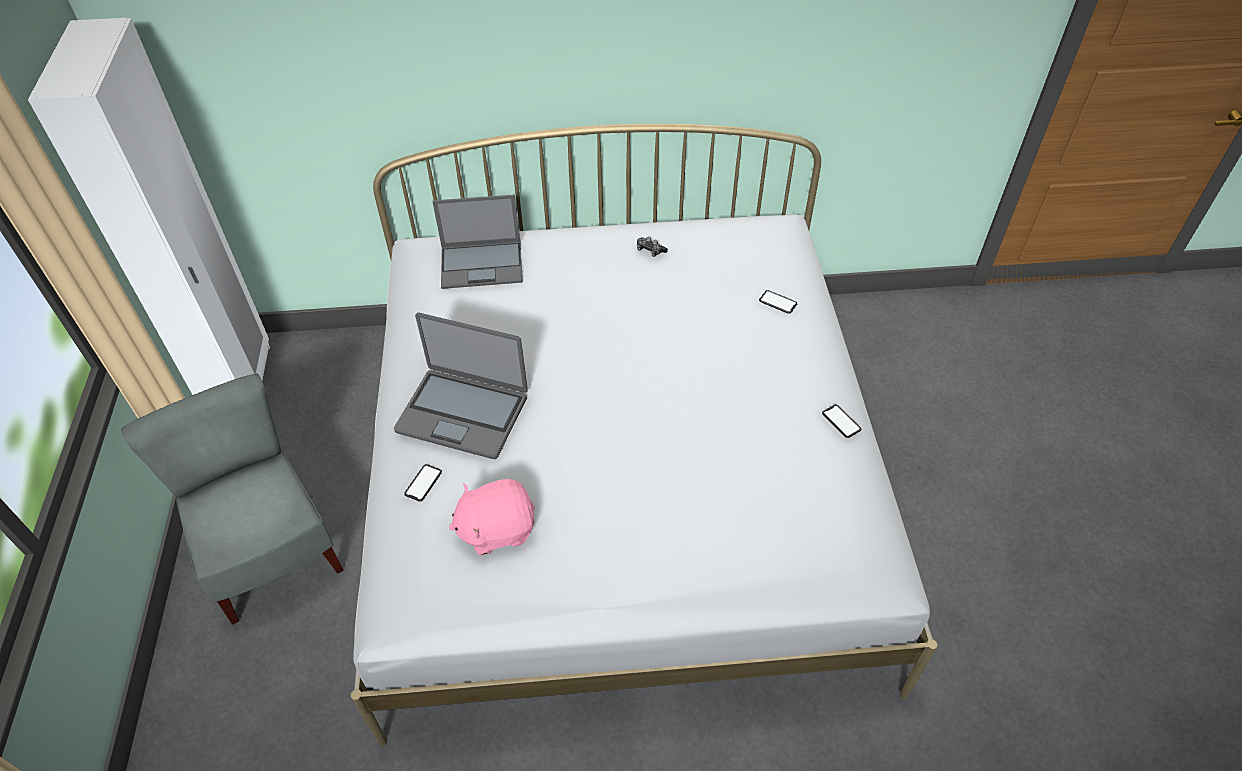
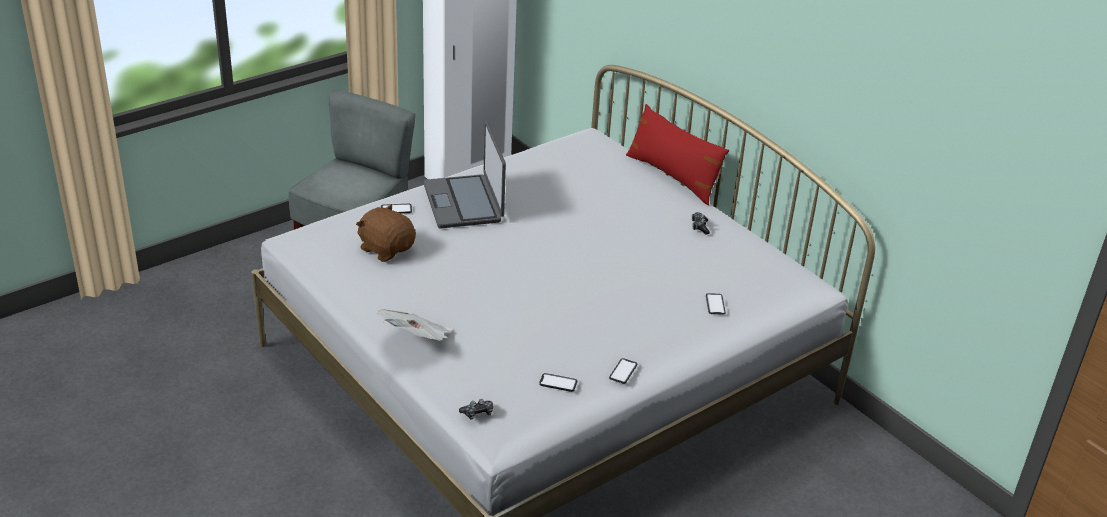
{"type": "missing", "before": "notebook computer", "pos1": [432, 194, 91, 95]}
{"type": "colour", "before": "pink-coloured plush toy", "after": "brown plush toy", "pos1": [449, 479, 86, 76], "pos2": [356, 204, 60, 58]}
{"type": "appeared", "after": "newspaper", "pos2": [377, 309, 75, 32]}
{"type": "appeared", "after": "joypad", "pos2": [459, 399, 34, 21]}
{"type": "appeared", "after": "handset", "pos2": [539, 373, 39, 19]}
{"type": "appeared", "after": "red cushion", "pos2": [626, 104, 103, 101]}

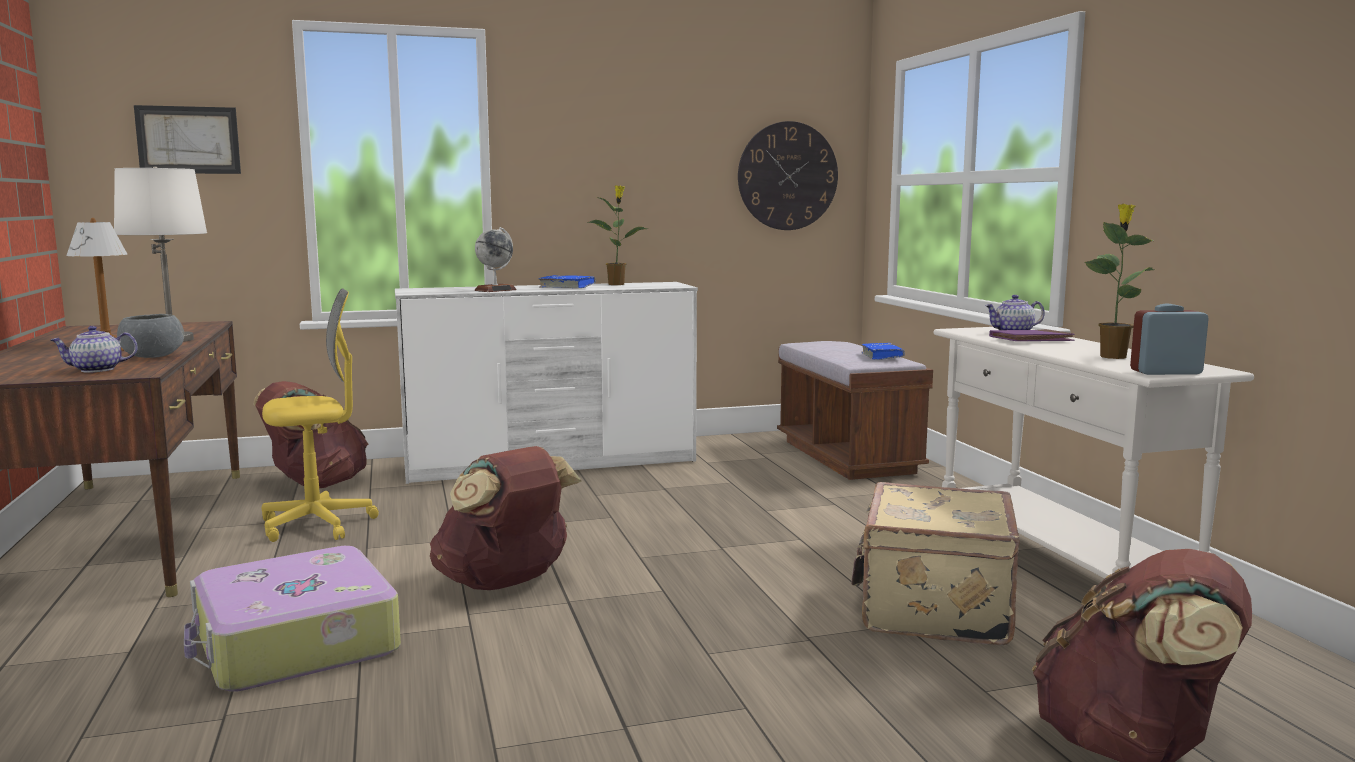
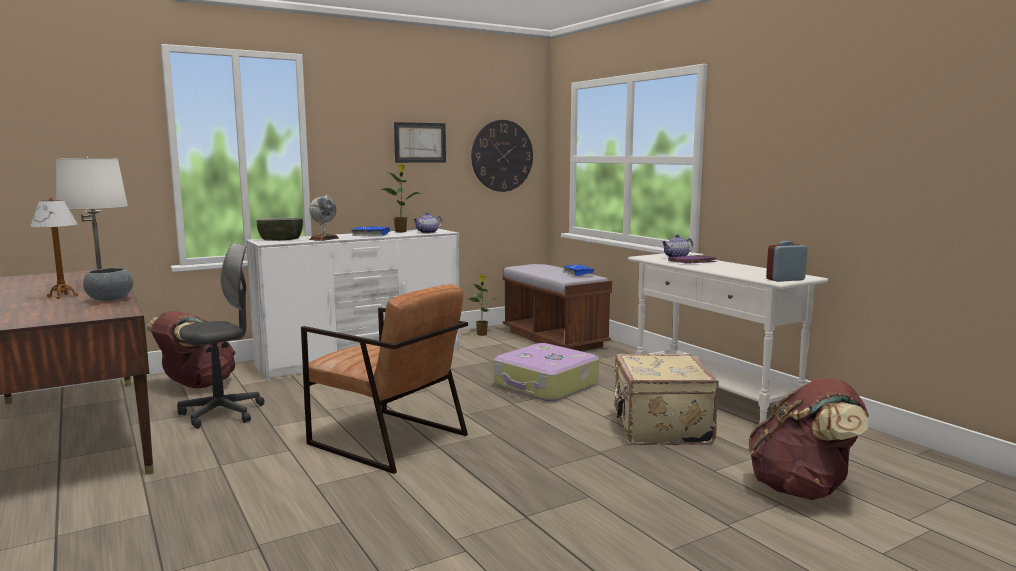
{"type": "relocated", "before": "tea pot", "pos1": [50, 326, 88, 47], "pos2": [413, 212, 29, 21]}
{"type": "relocated", "before": "wall picture", "pos1": [134, 105, 107, 69], "pos2": [394, 122, 52, 41]}
{"type": "relocated", "before": "piece of luggage", "pos1": [184, 546, 217, 146], "pos2": [494, 343, 105, 59]}
{"type": "colour", "before": "yellow office chair", "after": "greyish office chair", "pos1": [262, 288, 117, 254], "pos2": [177, 243, 88, 186]}
{"type": "exchanged", "before": "brown rucksack", "after": "brown easy chair", "pos1": [430, 446, 151, 144], "pos2": [301, 284, 167, 190]}
{"type": "relocated", "before": "potted plant", "pos1": [1085, 204, 70, 155], "pos2": [469, 275, 28, 61]}
{"type": "appeared", "after": "bowl", "pos2": [257, 218, 46, 23]}

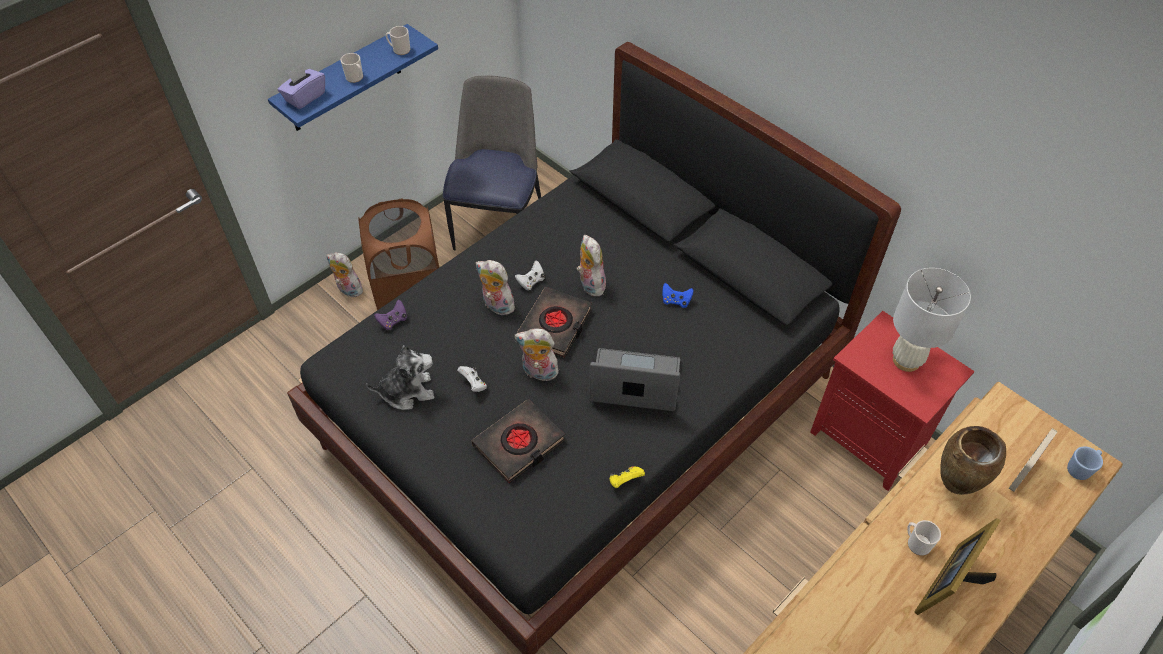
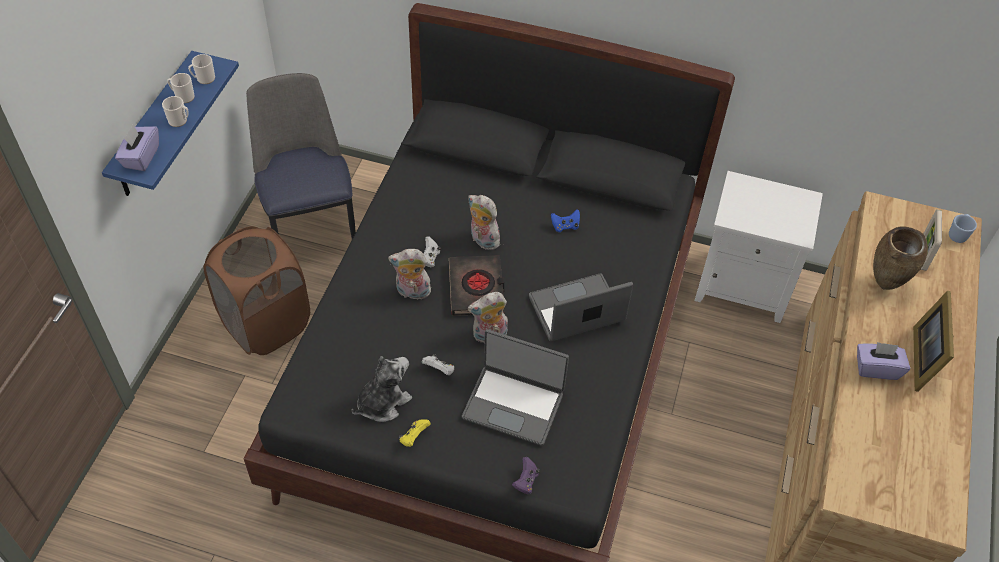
{"type": "missing", "before": "plush toy", "pos1": [326, 252, 37, 45]}
{"type": "relocated", "before": "purple-coloured joypad", "pos1": [374, 300, 33, 30], "pos2": [512, 457, 28, 37]}
{"type": "exchanged", "before": "black-coloured book", "after": "notebook computer", "pos1": [472, 399, 94, 84], "pos2": [462, 329, 107, 117]}
{"type": "relocated", "before": "yellow joypad", "pos1": [609, 466, 36, 22], "pos2": [399, 419, 32, 28]}
{"type": "colour", "before": "red nightstand", "after": "white nightstand", "pos1": [810, 311, 165, 180], "pos2": [695, 171, 128, 152]}
{"type": "missing", "before": "white tabletop lamp", "pos1": [892, 268, 79, 104]}
{"type": "relocated", "before": "mug", "pos1": [907, 520, 34, 36], "pos2": [167, 73, 28, 30]}
{"type": "appeared", "after": "purple-coloured tissue holder", "pos2": [857, 342, 53, 38]}

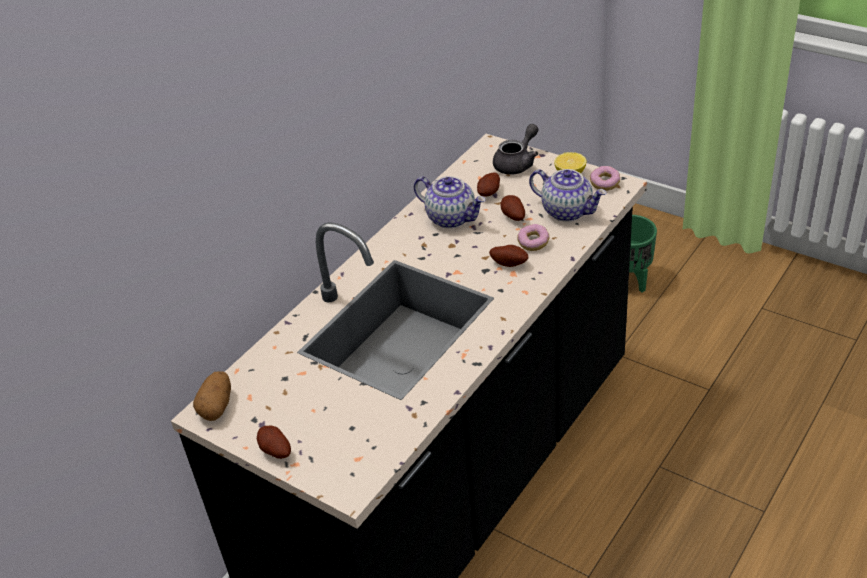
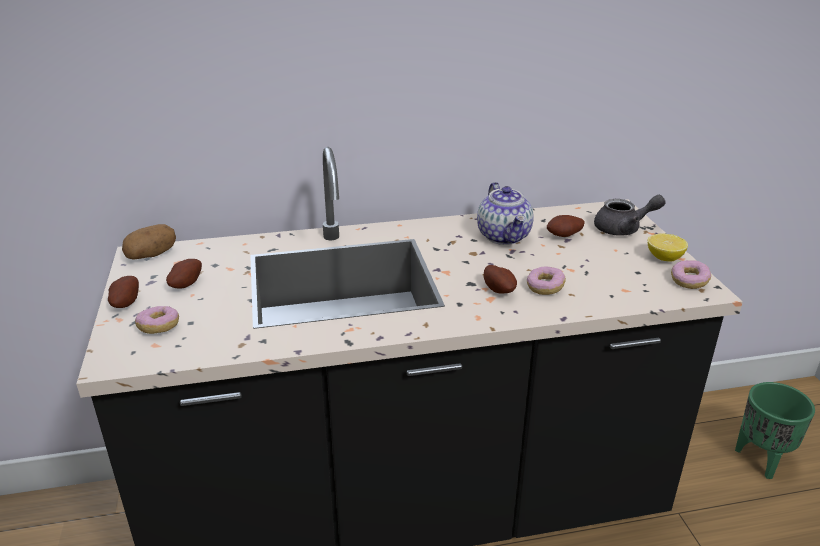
{"type": "relocated", "before": "spud", "pos1": [501, 195, 24, 26], "pos2": [166, 259, 36, 30]}
{"type": "missing", "before": "tea pot", "pos1": [529, 169, 77, 53]}
{"type": "appeared", "after": "ring doughnut", "pos2": [135, 306, 44, 28]}

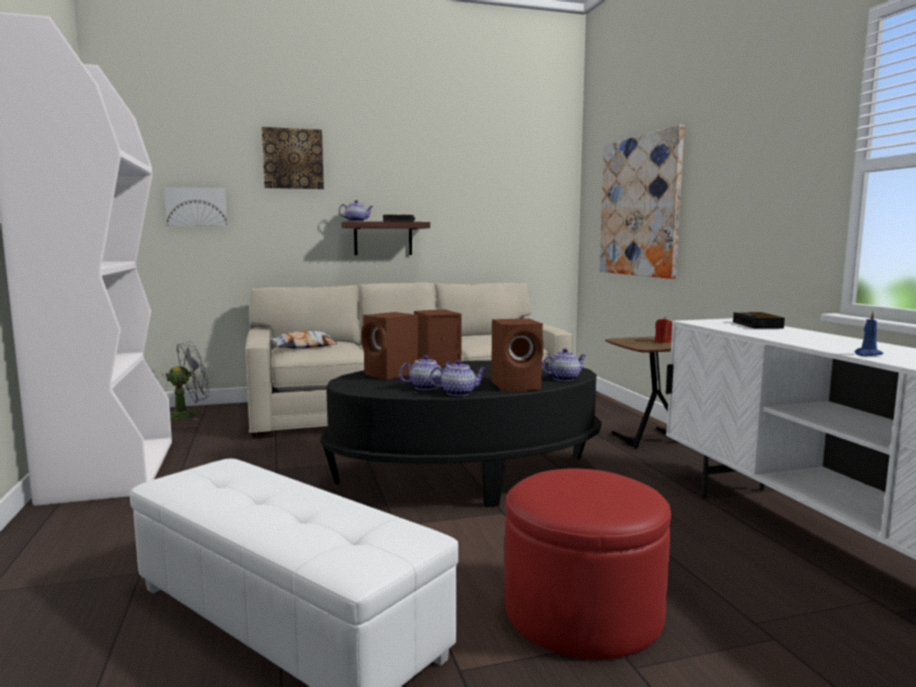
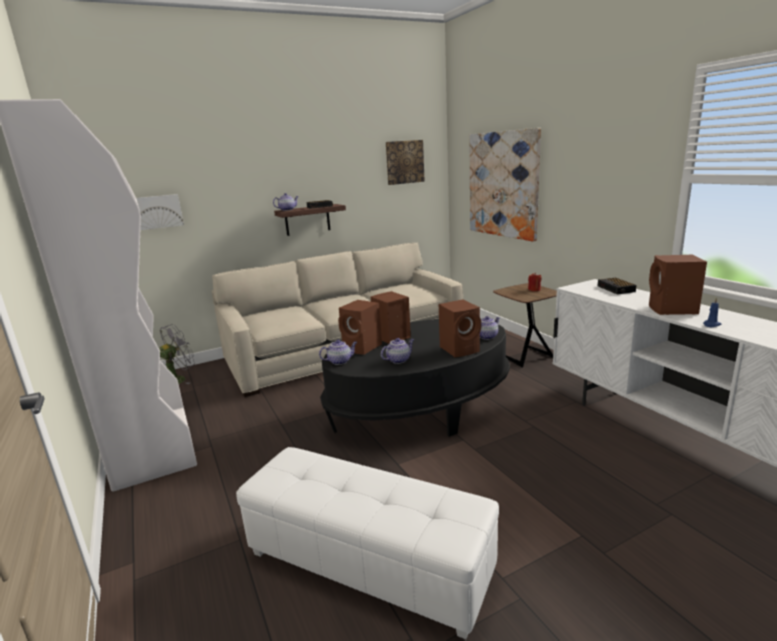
{"type": "relocated", "before": "wall picture", "pos1": [262, 127, 62, 62], "pos2": [386, 140, 39, 45]}
{"type": "missing", "before": "cushion", "pos1": [271, 331, 66, 18]}
{"type": "relocated", "before": "tea pot", "pos1": [430, 360, 56, 36], "pos2": [319, 340, 38, 25]}
{"type": "missing", "before": "red ottoman", "pos1": [505, 469, 166, 191]}
{"type": "appeared", "after": "brown speaker", "pos2": [649, 255, 58, 60]}

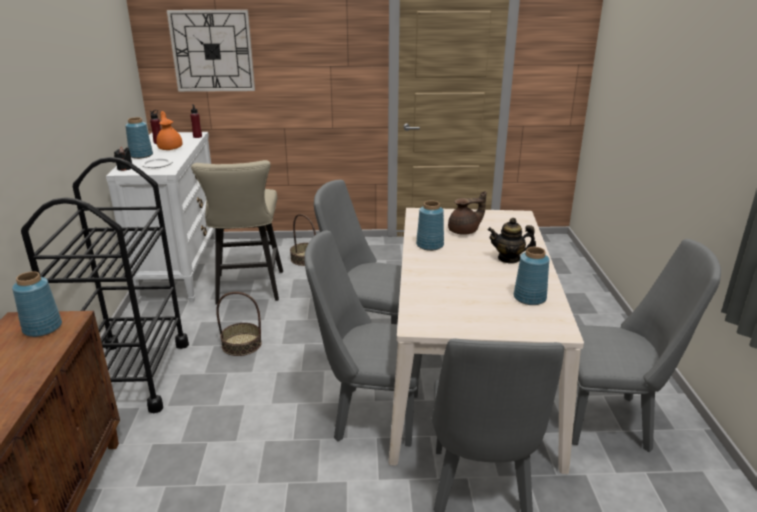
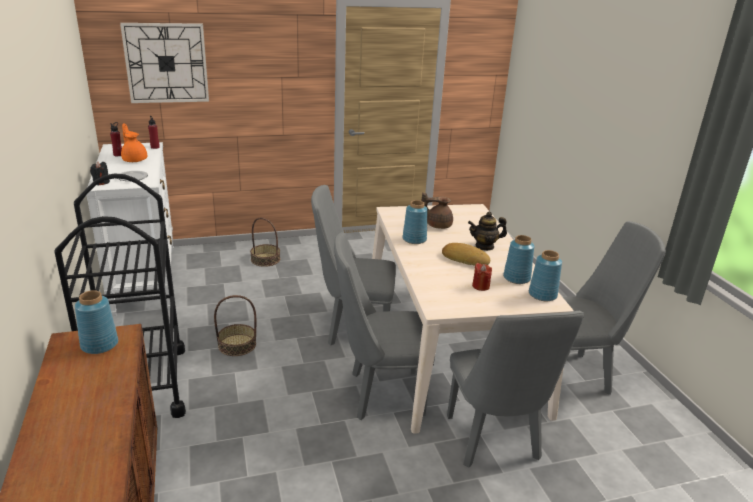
{"type": "relocated", "before": "blue flower vase", "pos1": [125, 117, 28, 42], "pos2": [529, 250, 33, 51]}
{"type": "missing", "before": "beige-coloured stool", "pos1": [191, 160, 92, 144]}
{"type": "spun", "before": "brown tea pot", "pos1": [448, 191, 38, 44], "pos2": [421, 192, 32, 37], "turn": -150}
{"type": "appeared", "after": "baked bread", "pos2": [442, 243, 48, 23]}
{"type": "appeared", "after": "red wax candle", "pos2": [472, 263, 20, 28]}

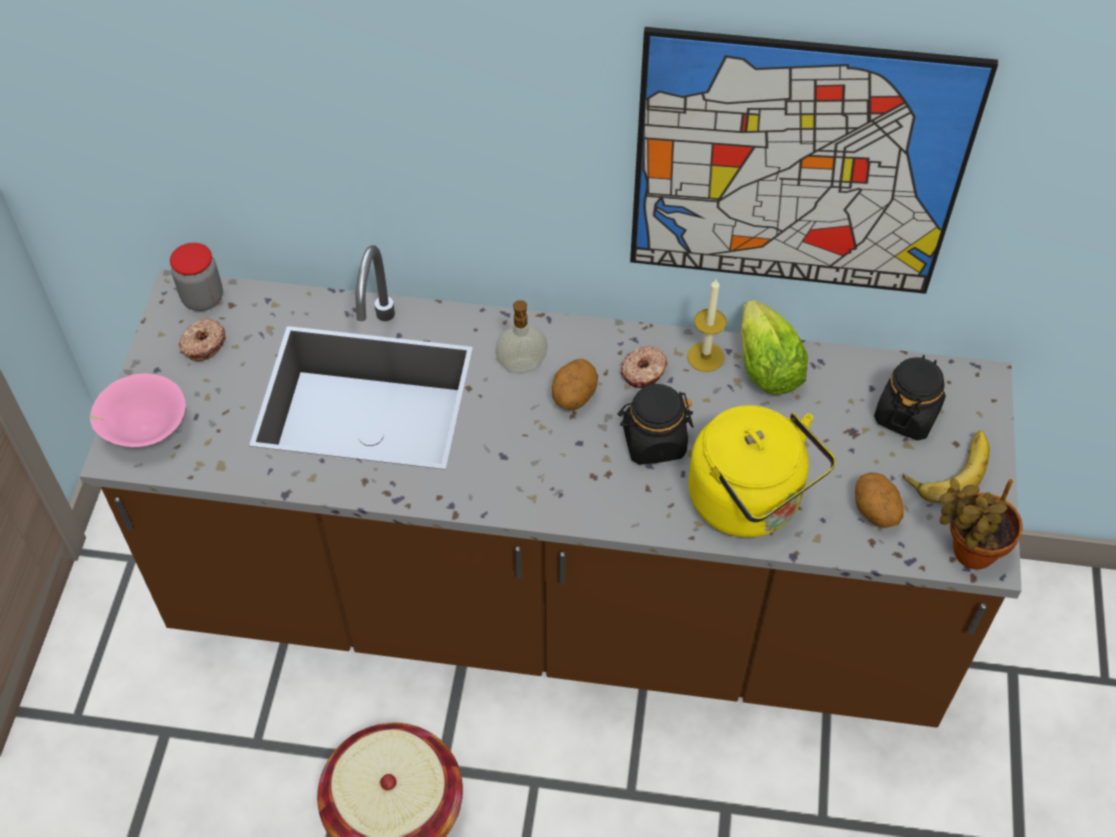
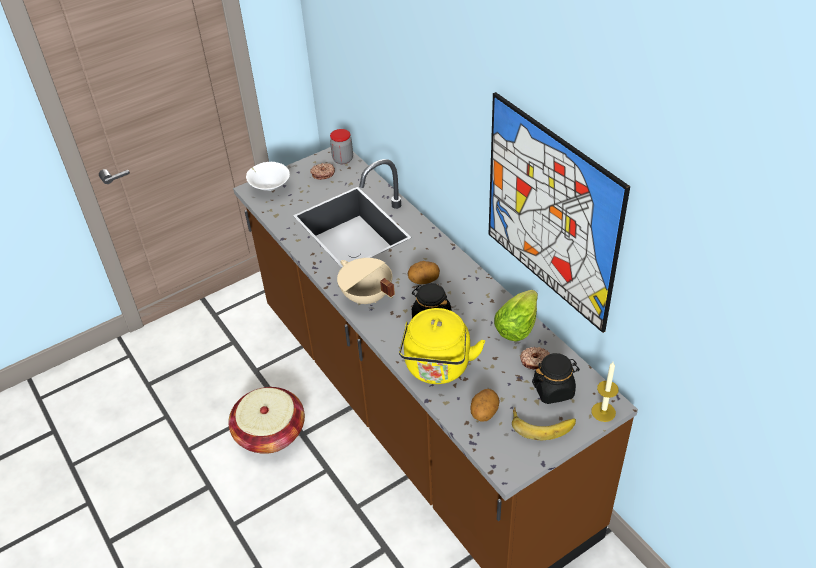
{"type": "colour", "before": "pink-coloured bowl", "after": "white bowl", "pos1": [90, 373, 96, 74], "pos2": [246, 162, 44, 29]}
{"type": "missing", "before": "soap bottle", "pos1": [495, 300, 53, 73]}
{"type": "relocated", "before": "ring doughnut", "pos1": [620, 346, 48, 42], "pos2": [520, 347, 29, 23]}
{"type": "relocated", "before": "wax candle", "pos1": [687, 279, 40, 93], "pos2": [591, 362, 28, 60]}
{"type": "missing", "before": "potted plant", "pos1": [939, 478, 84, 92]}
{"type": "appeared", "after": "beige-coloured saucepot", "pos2": [337, 258, 58, 46]}

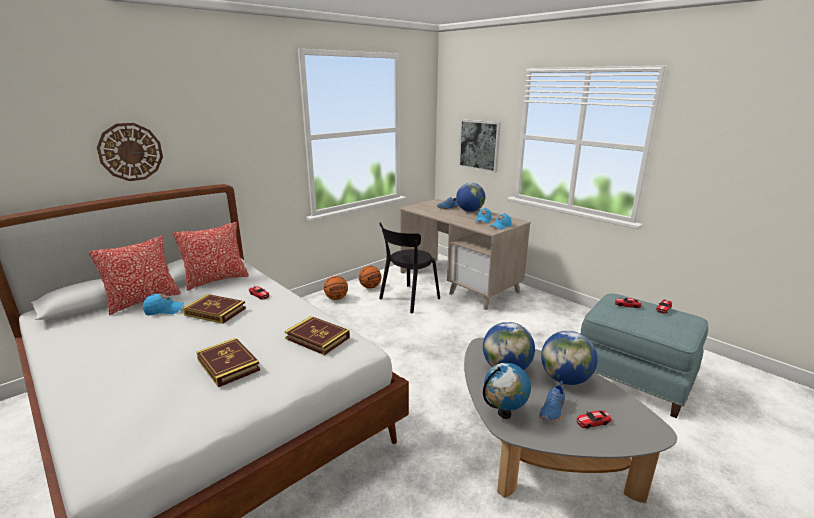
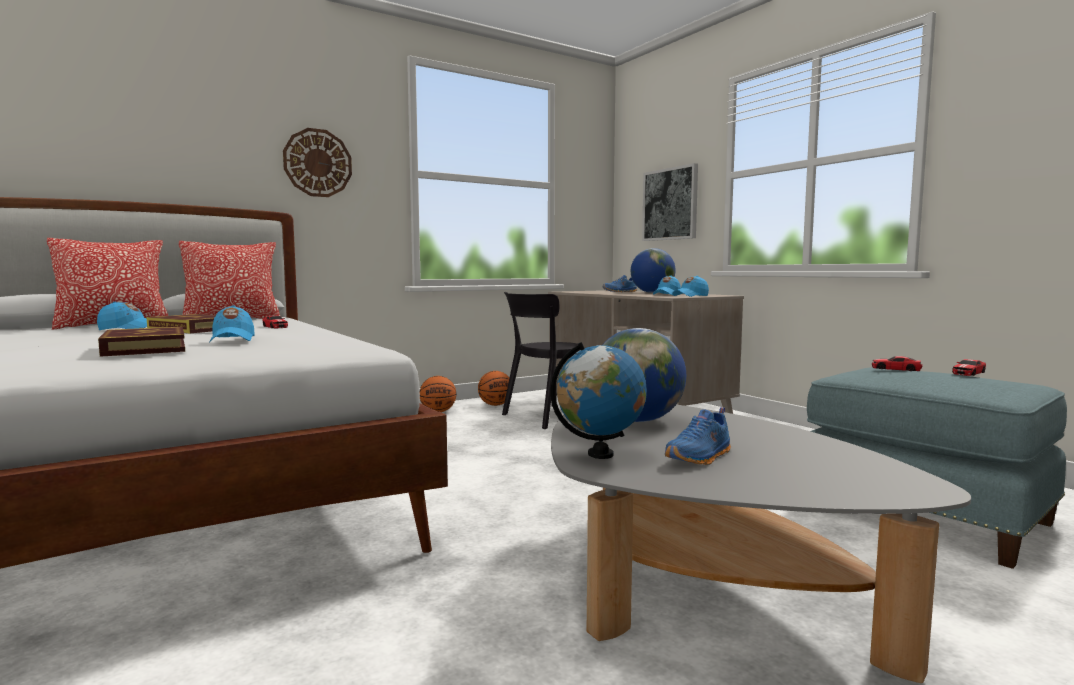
{"type": "relocated", "before": "clock on the wall", "pos1": [97, 123, 66, 58], "pos2": [283, 128, 69, 69]}
{"type": "missing", "before": "book", "pos1": [285, 316, 65, 39]}
{"type": "missing", "before": "desk globe", "pos1": [541, 331, 56, 54]}
{"type": "missing", "before": "toy car", "pos1": [577, 411, 35, 18]}
{"type": "appeared", "after": "blue cap", "pos2": [209, 305, 46, 37]}

